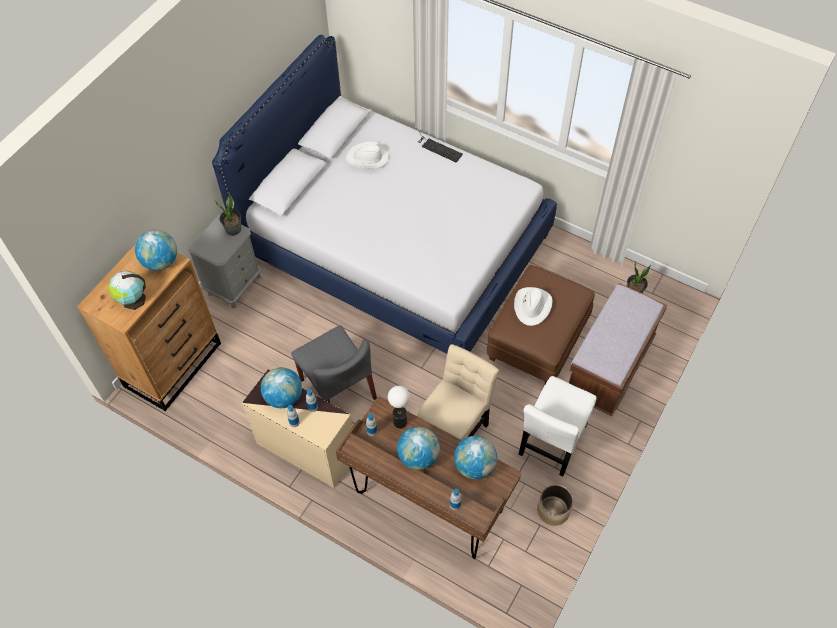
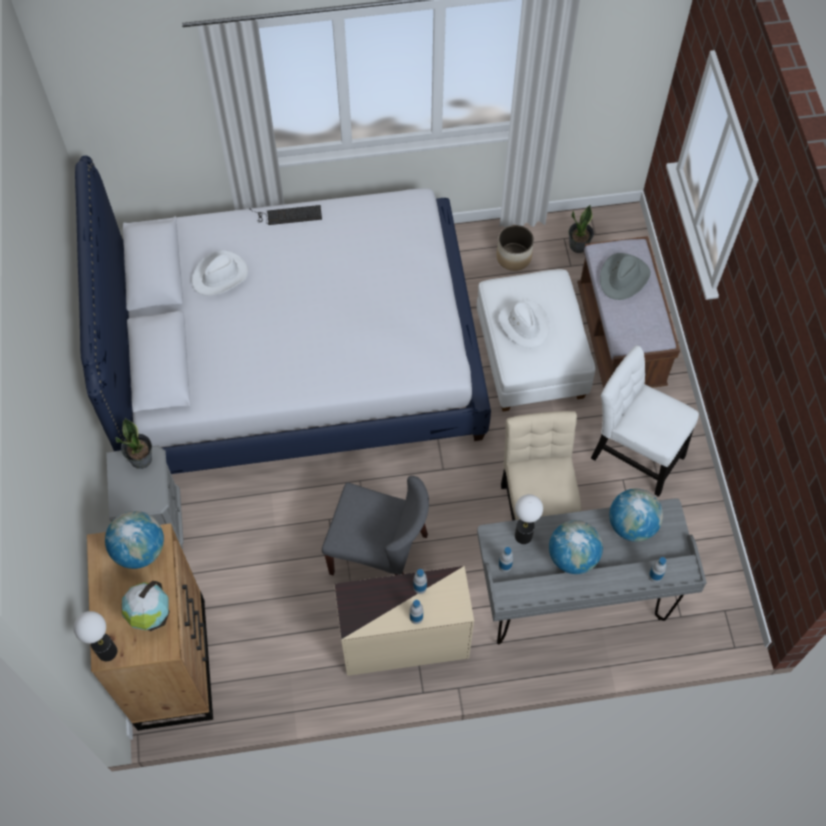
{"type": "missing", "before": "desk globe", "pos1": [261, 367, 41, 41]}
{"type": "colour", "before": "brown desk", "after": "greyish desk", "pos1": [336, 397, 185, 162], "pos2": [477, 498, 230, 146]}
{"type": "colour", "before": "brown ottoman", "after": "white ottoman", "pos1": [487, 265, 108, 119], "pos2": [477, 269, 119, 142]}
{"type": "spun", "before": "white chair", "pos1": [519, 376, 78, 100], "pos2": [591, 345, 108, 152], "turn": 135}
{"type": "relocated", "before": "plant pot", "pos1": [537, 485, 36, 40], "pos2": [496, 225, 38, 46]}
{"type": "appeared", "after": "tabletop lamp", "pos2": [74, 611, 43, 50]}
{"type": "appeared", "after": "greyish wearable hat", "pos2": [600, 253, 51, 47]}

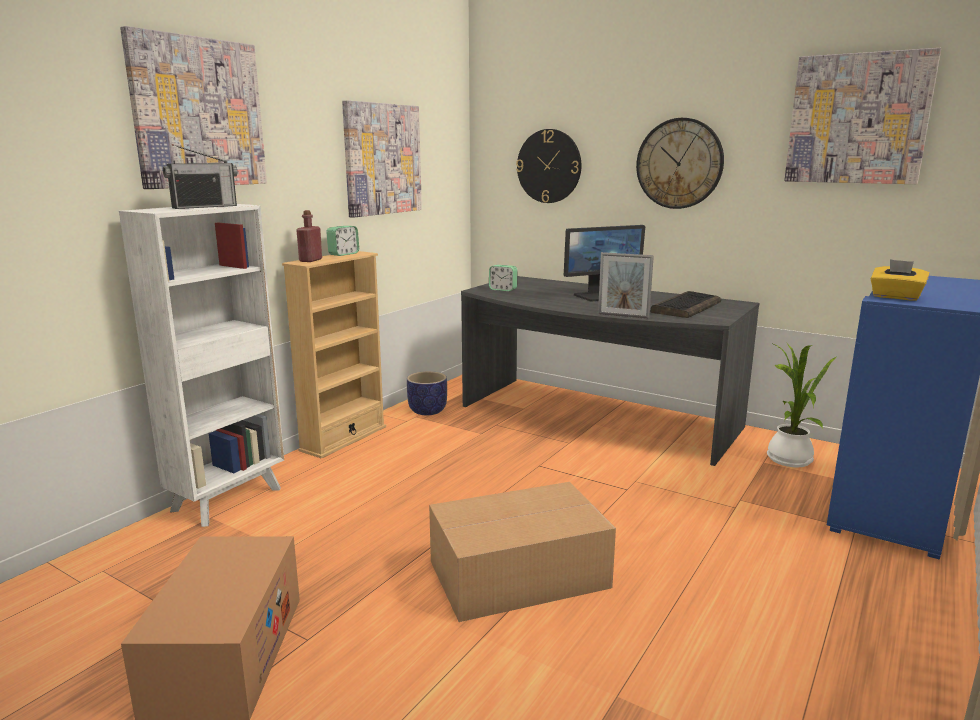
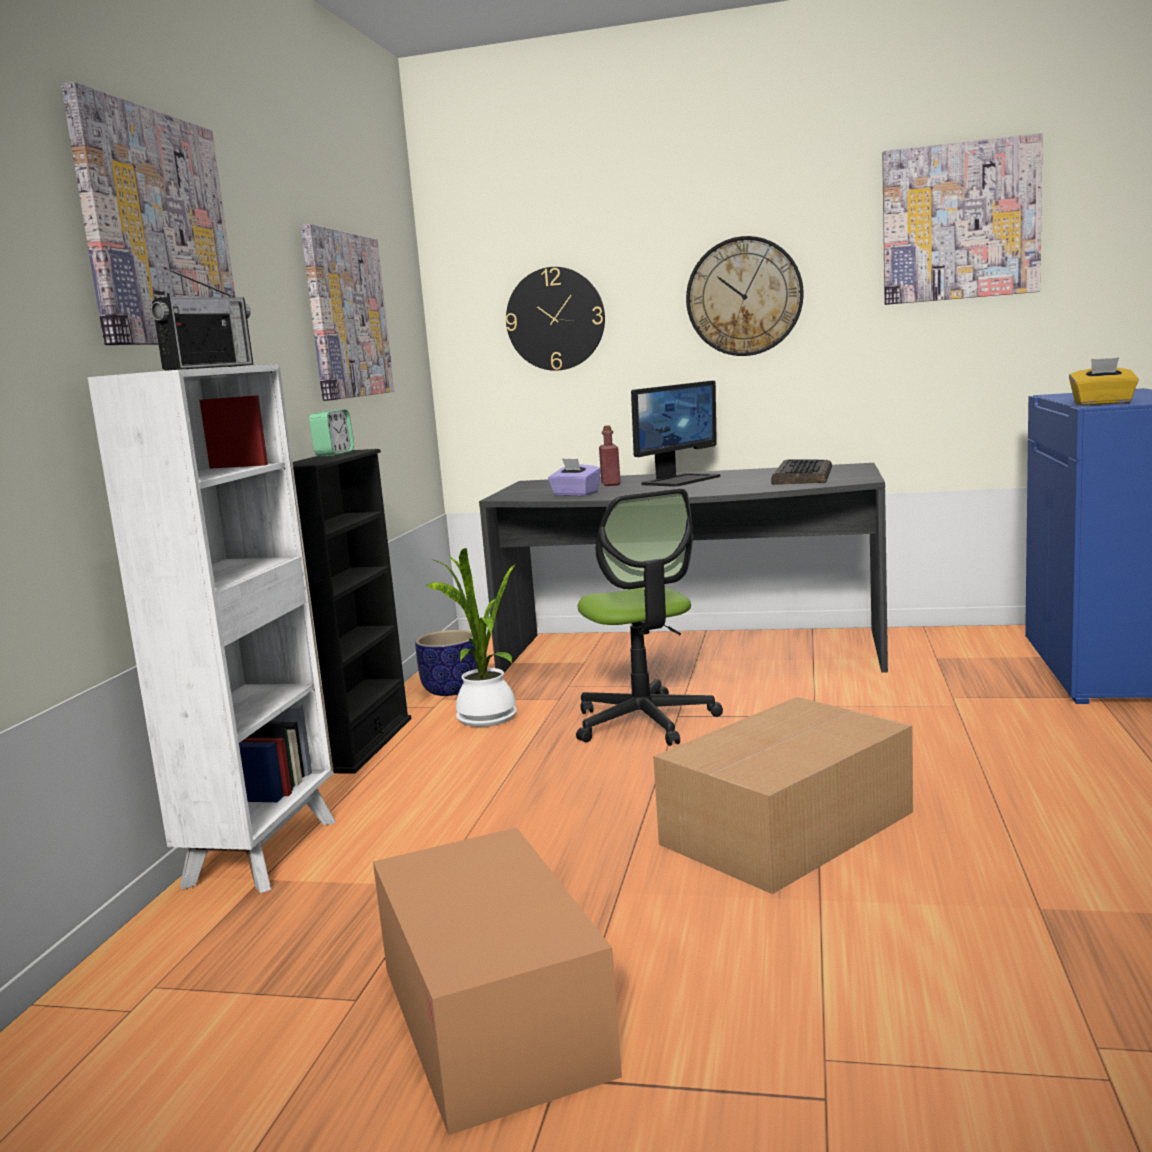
{"type": "colour", "before": "beige-coloured shelving unit", "after": "black-coloured shelving unit", "pos1": [282, 251, 104, 208], "pos2": [293, 449, 118, 325]}
{"type": "relocated", "before": "red drink bottle", "pos1": [296, 210, 26, 52], "pos2": [599, 425, 22, 61]}
{"type": "missing", "before": "alarm clock", "pos1": [489, 265, 29, 26]}
{"type": "missing", "before": "photo frame", "pos1": [598, 252, 56, 67]}
{"type": "relocated", "before": "potted plant", "pos1": [767, 343, 69, 124], "pos2": [426, 548, 91, 179]}
{"type": "appeared", "after": "purple-coloured tissue holder", "pos2": [548, 458, 53, 38]}
{"type": "appeared", "after": "office chair", "pos2": [576, 489, 147, 257]}

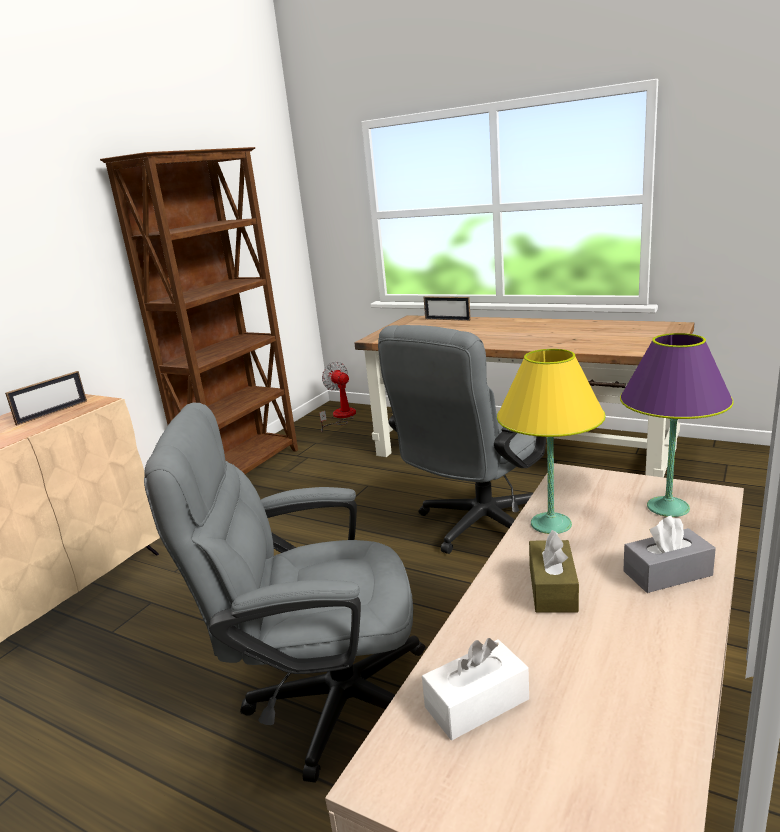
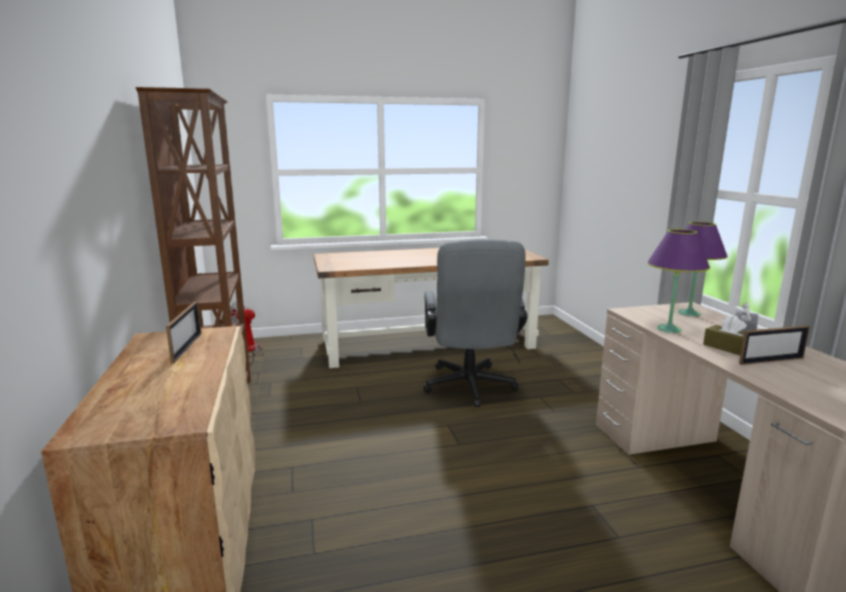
{"type": "missing", "before": "greyish office chair", "pos1": [144, 403, 282, 380]}
{"type": "missing", "before": "white tissue holder", "pos1": [422, 638, 107, 102]}
{"type": "relocated", "before": "photo frame", "pos1": [423, 297, 48, 24], "pos2": [739, 325, 71, 40]}
{"type": "colour", "before": "yellow tabletop lamp", "after": "purple-coloured tabletop lamp", "pos1": [497, 349, 109, 185], "pos2": [647, 229, 63, 104]}

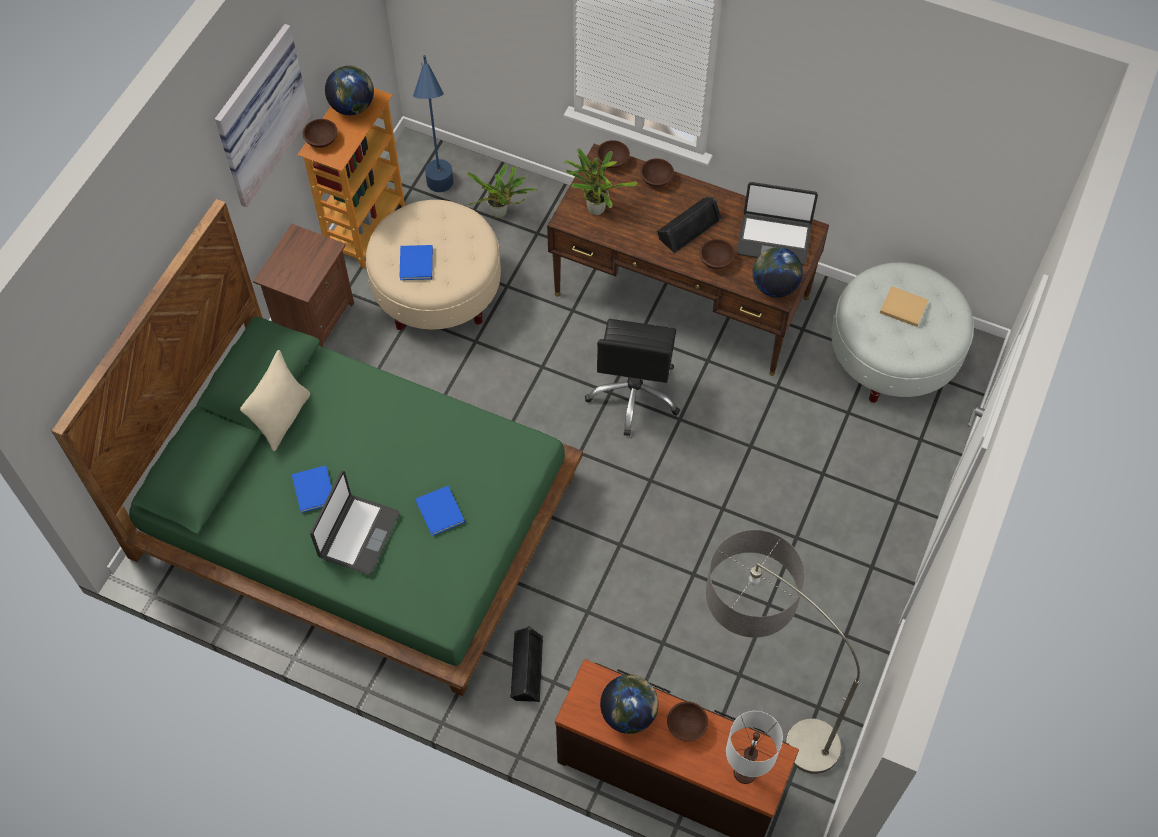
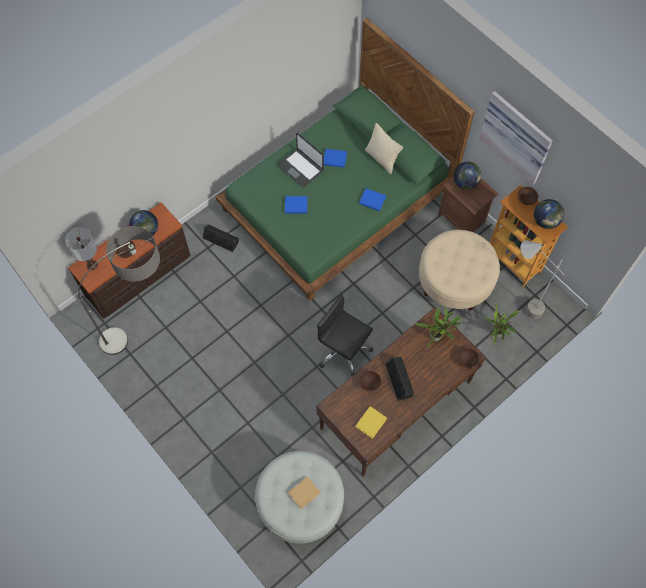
{"type": "relocated", "before": "blue book", "pos1": [399, 245, 34, 35], "pos2": [359, 188, 27, 23]}
{"type": "colour", "before": "blue standard lamp", "after": "greyish standard lamp", "pos1": [413, 55, 41, 137], "pos2": [521, 240, 43, 79]}
{"type": "missing", "before": "brown bowl", "pos1": [640, 158, 34, 29]}
{"type": "exchanged", "before": "notebook computer", "after": "yellow book", "pos1": [737, 182, 81, 83], "pos2": [355, 406, 32, 33]}
{"type": "relocated", "before": "desk globe", "pos1": [752, 247, 51, 51], "pos2": [454, 162, 27, 27]}

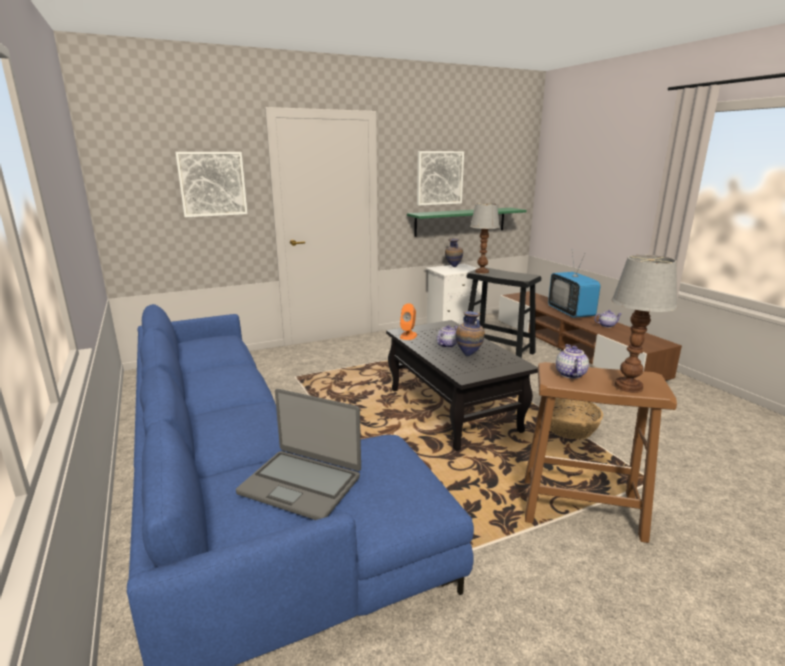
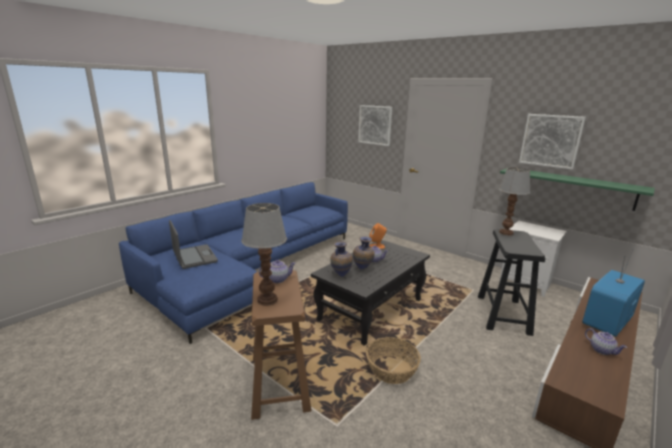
{"type": "spun", "before": "notebook computer", "pos1": [236, 389, 125, 131], "pos2": [169, 220, 49, 49], "turn": 150}
{"type": "relocated", "before": "flower vase", "pos1": [445, 238, 18, 29], "pos2": [330, 241, 23, 36]}

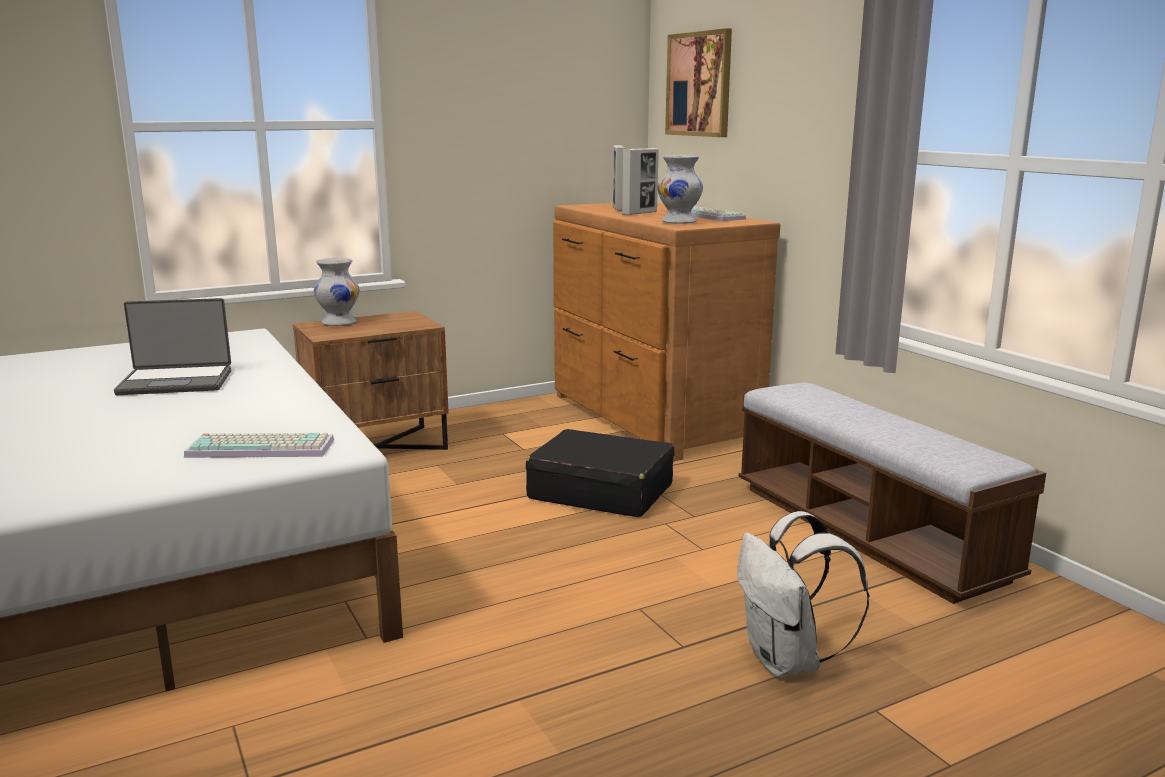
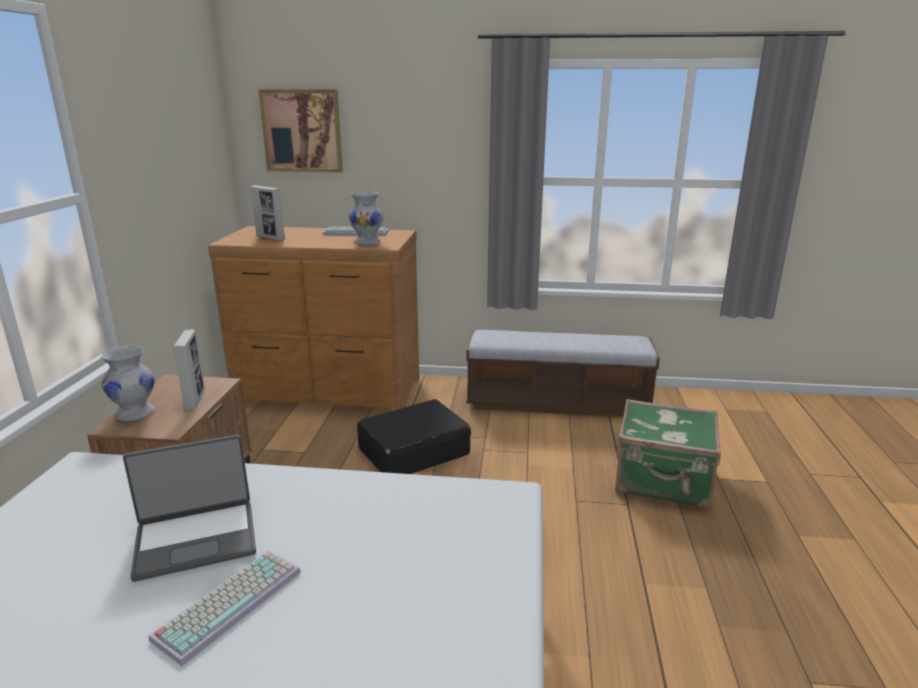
{"type": "spun", "before": "notebook computer", "pos1": [114, 298, 117, 97], "pos2": [123, 435, 133, 147], "turn": 45}
{"type": "relocated", "before": "keyboard", "pos1": [184, 433, 150, 25], "pos2": [149, 550, 152, 116]}
{"type": "relocated", "before": "photo frame", "pos1": [622, 148, 37, 67], "pos2": [173, 329, 32, 82]}
{"type": "exchanged", "before": "white rucksack", "after": "green-coloured piece of luggage", "pos1": [737, 511, 133, 166], "pos2": [615, 399, 106, 109]}

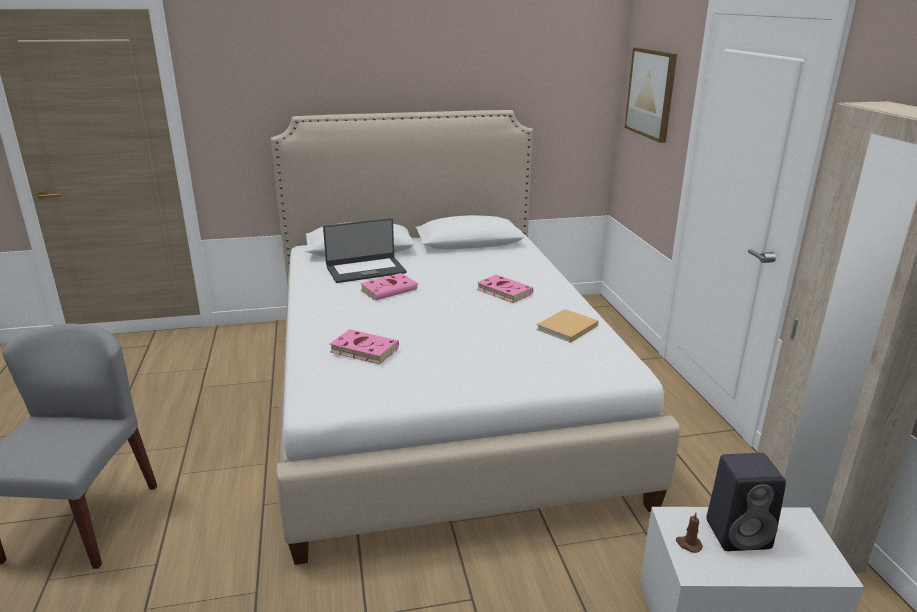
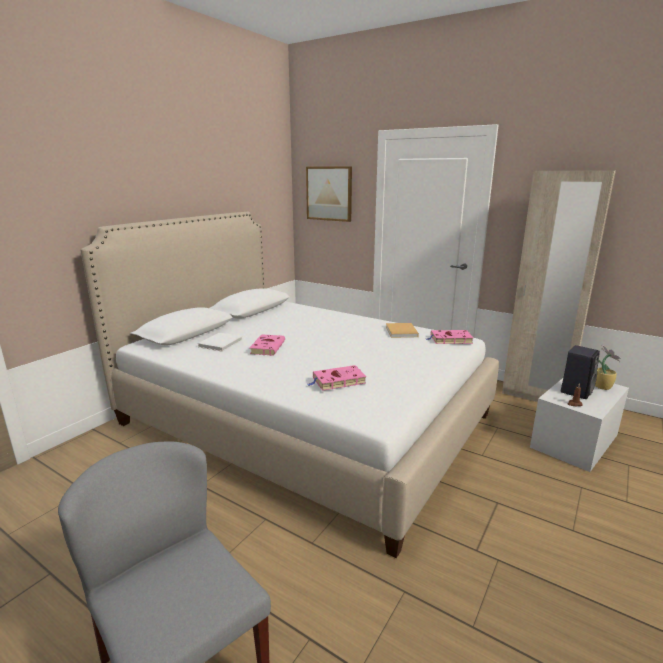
{"type": "exchanged", "before": "notebook computer", "after": "white book", "pos1": [323, 218, 83, 65], "pos2": [198, 332, 44, 20]}
{"type": "relocated", "before": "pink-coloured book", "pos1": [477, 274, 56, 29], "pos2": [426, 330, 47, 14]}
{"type": "appeared", "after": "potted plant", "pos2": [595, 345, 27, 45]}

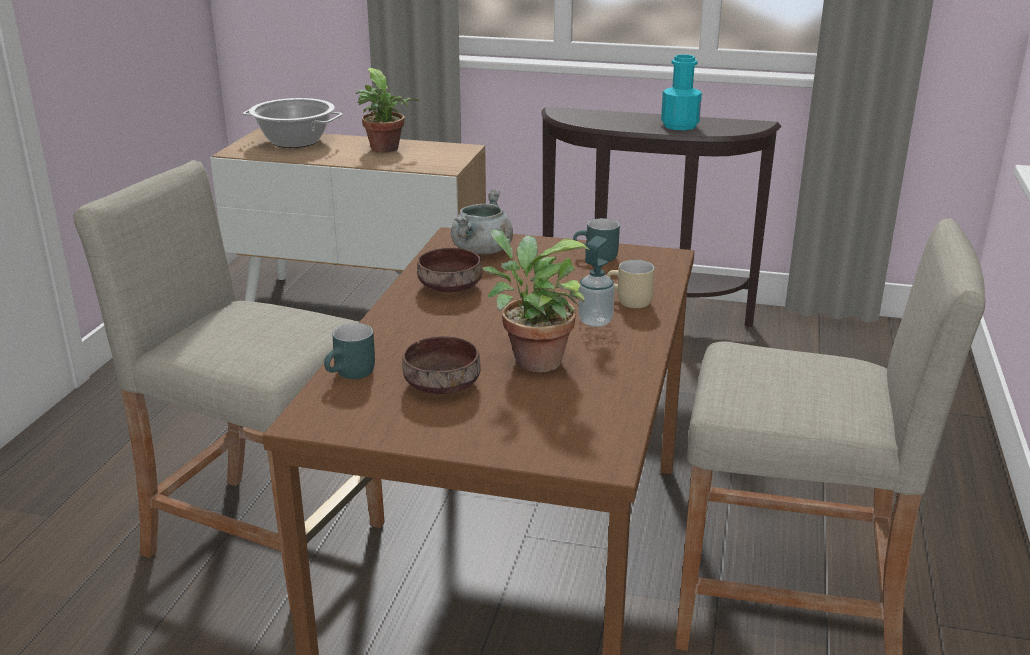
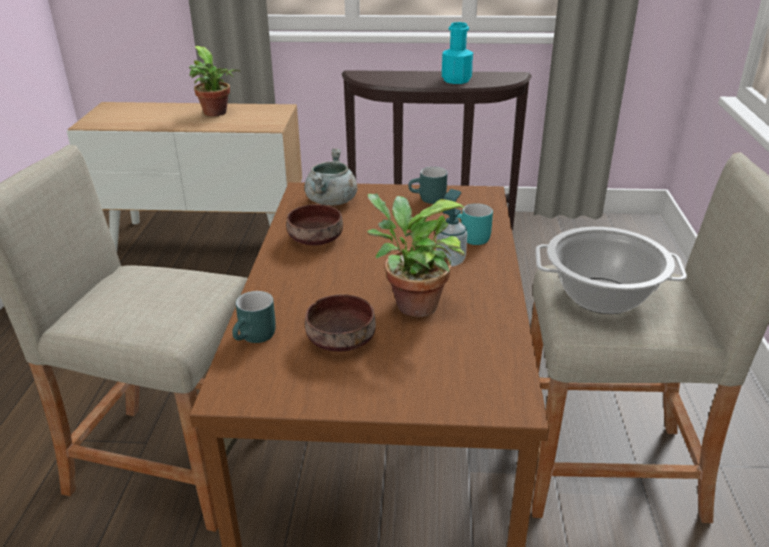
{"type": "relocated", "before": "saucepot", "pos1": [243, 98, 100, 50], "pos2": [535, 227, 152, 87]}
{"type": "colour", "before": "beige-coloured mug", "after": "turquoise-coloured mug", "pos1": [607, 260, 48, 48], "pos2": [456, 203, 37, 42]}

